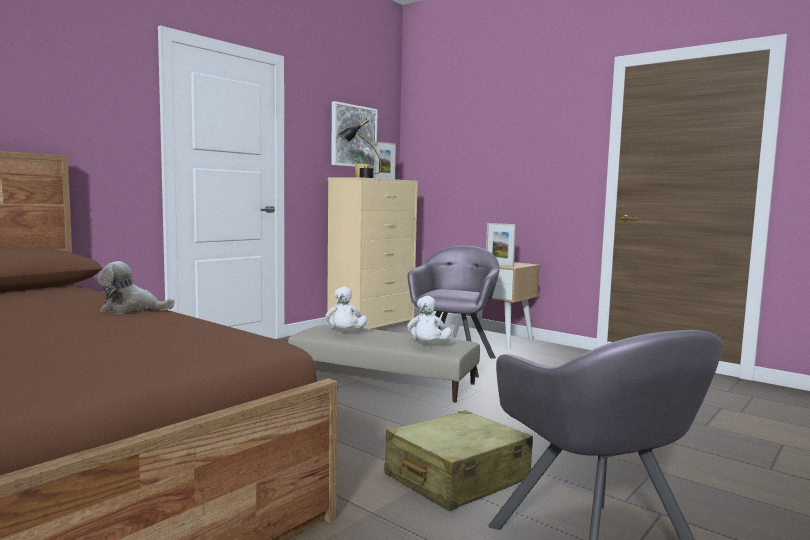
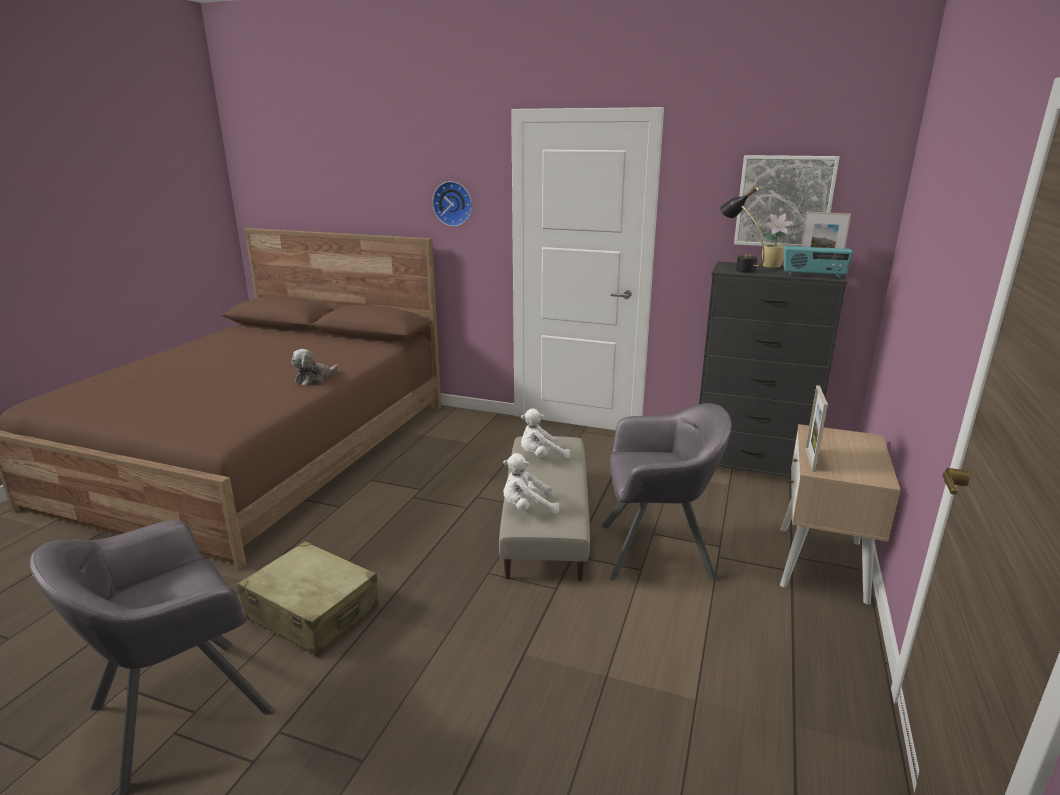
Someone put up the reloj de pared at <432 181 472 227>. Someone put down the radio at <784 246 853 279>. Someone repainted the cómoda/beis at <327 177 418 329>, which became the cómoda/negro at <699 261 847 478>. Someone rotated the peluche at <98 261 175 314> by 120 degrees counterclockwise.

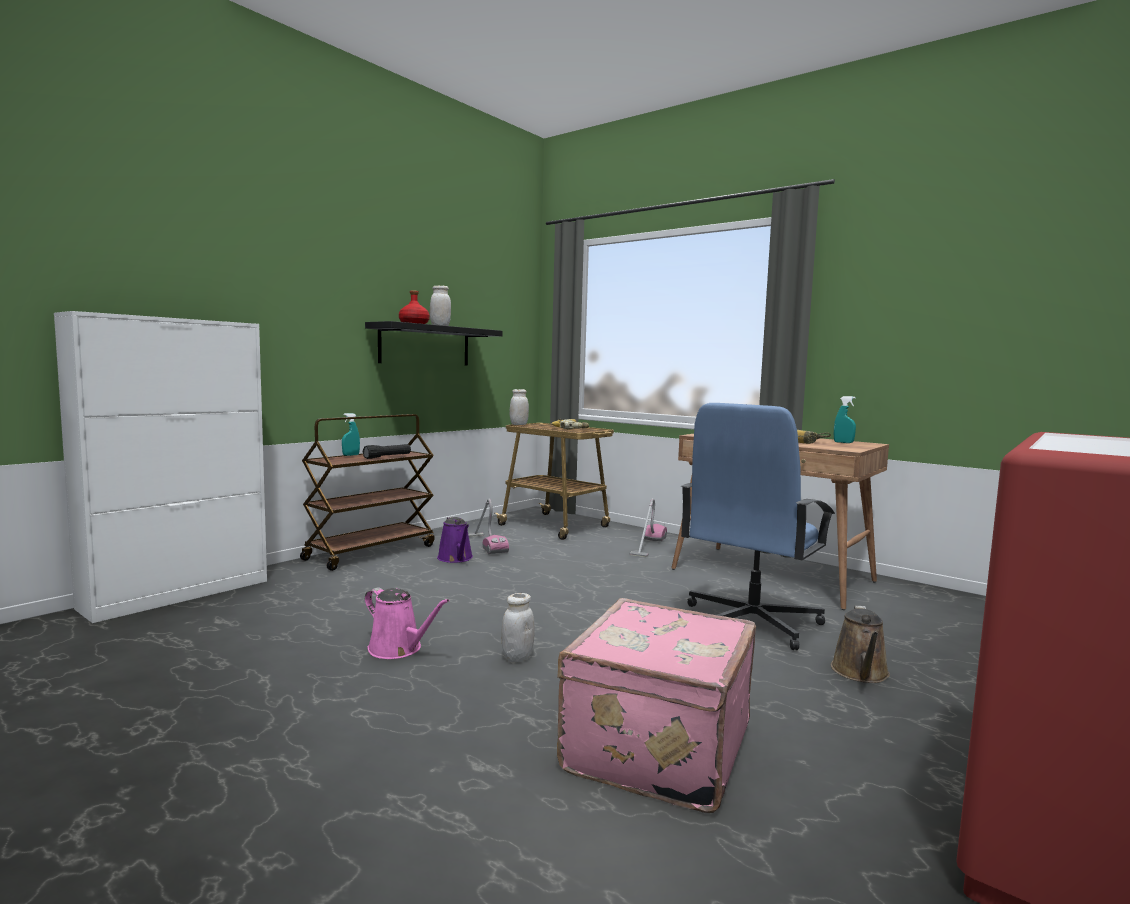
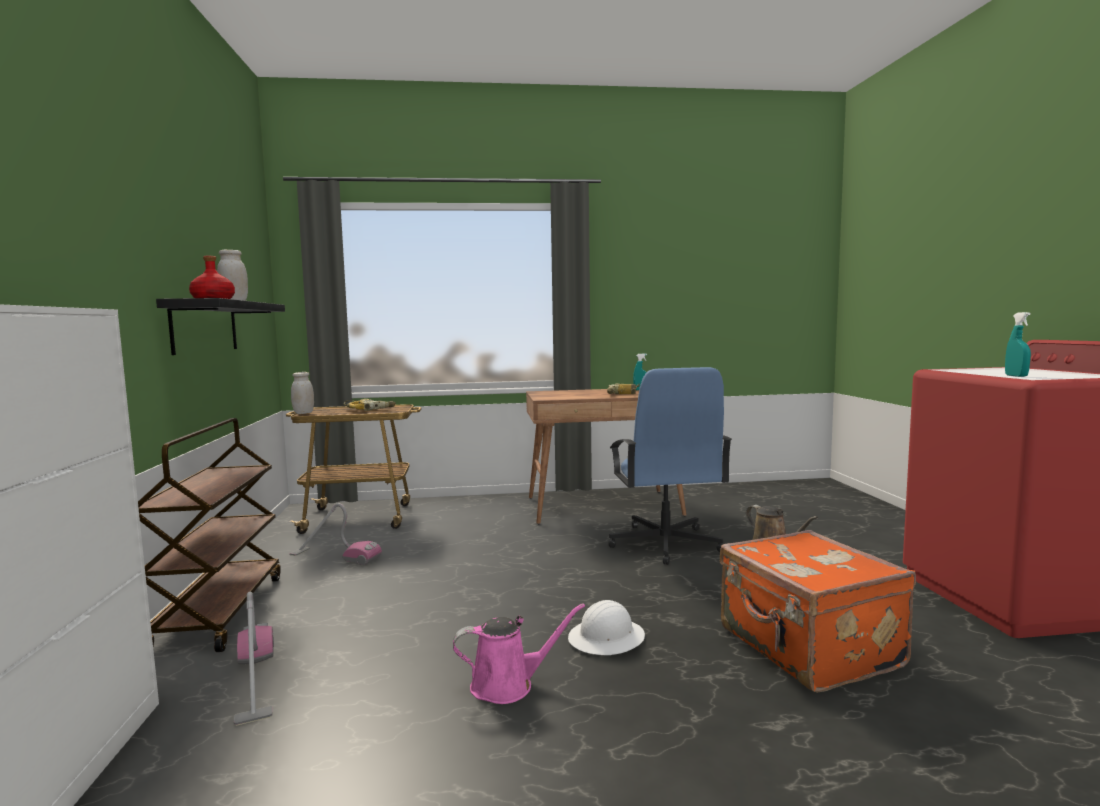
Someone took away the linterna/negro at <362 444 411 459>. Someone took away the regadera/morado at <437 517 473 563>. Someone carried the pulverizador/turquesa from <342 413 360 456> to <1005 312 1031 377>. Someone carried the aspiradora from <630 498 667 557> to <234 592 274 726>. Someone swapped the tarro/blanco at <501 593 535 662> for the casco/blanco at <568 600 645 655>. Someone repainted the maleta/rosa at <557 598 756 813>, which became the maleta/naranja at <720 530 916 693>.

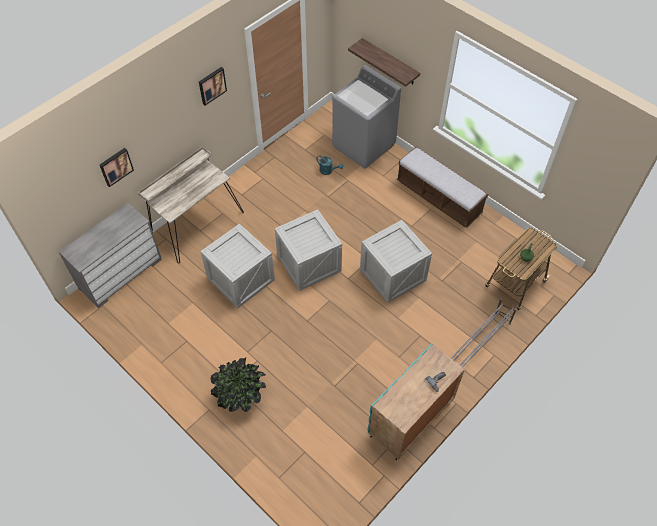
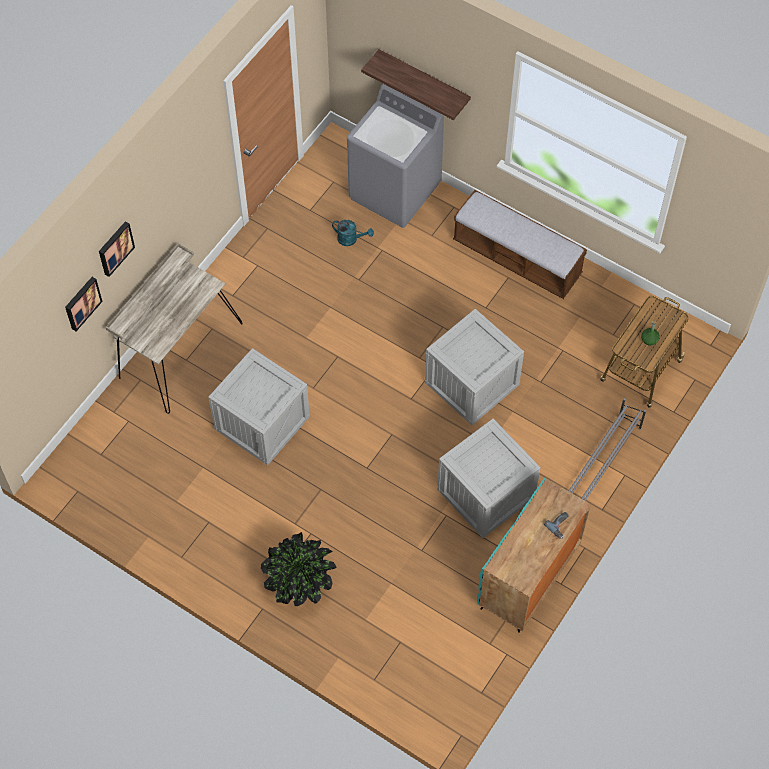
Someone took away the cómoda/gris at <59 203 162 309>. Someone carried the cuadro from <199 67 227 106> to <99 221 135 277>. Someone carried the caja de embalaje from <275 209 342 291> to <437 419 541 538>.

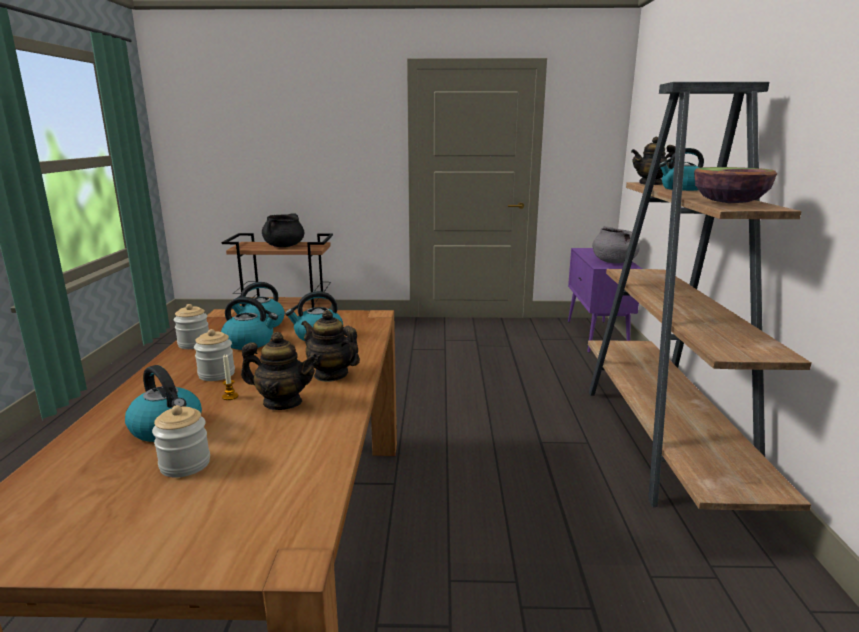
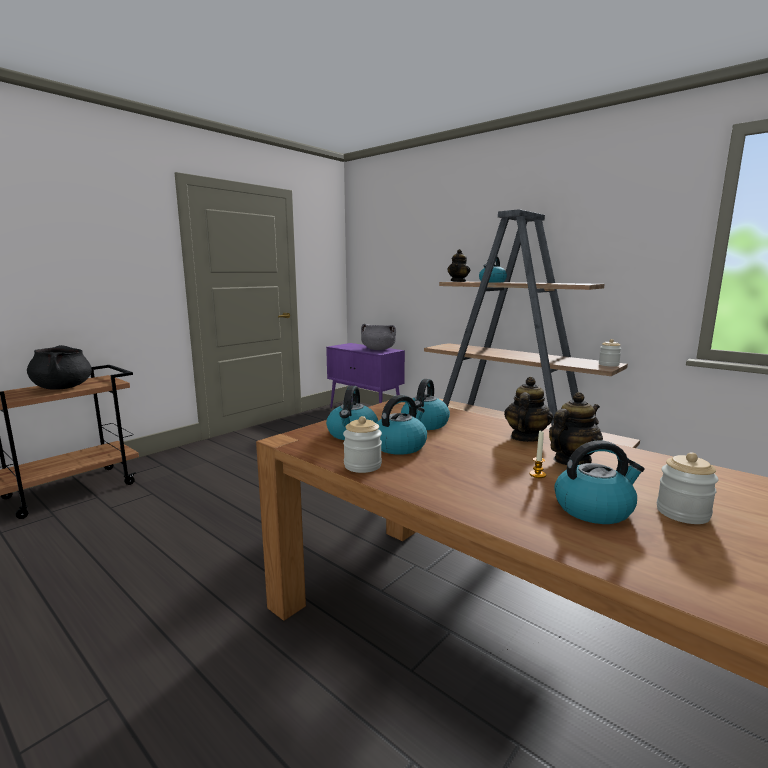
Someone took away the cuenco at <694 167 777 204>. Someone carried the tarro from <194 329 235 381> to <599 339 622 367>. Someone rotated the tetera at <301 310 360 382> by 135 degrees clockwise.

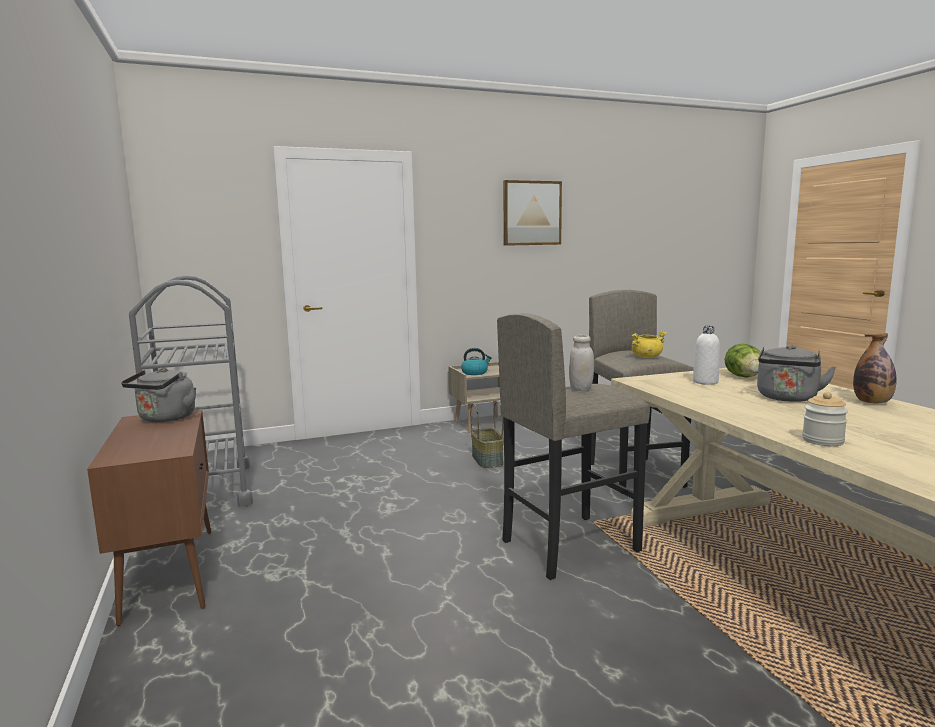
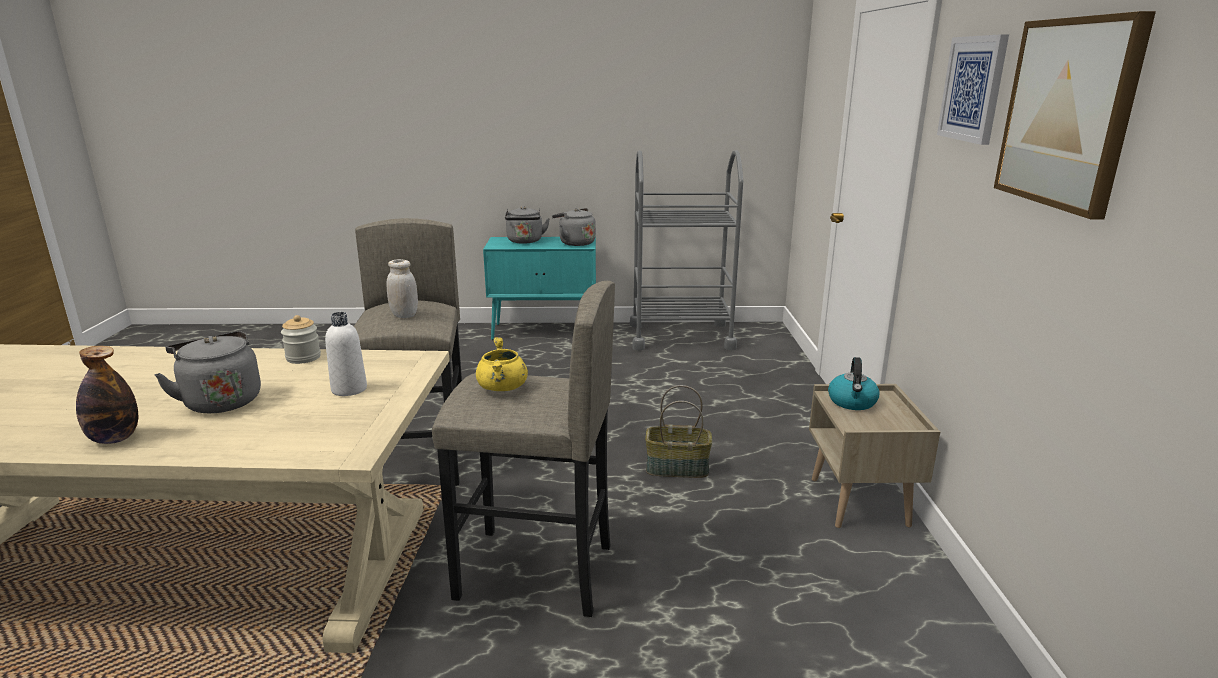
Someone took away the lechuga at <724 344 763 378>. Someone put down the hervidor/gris at <505 206 550 244>. Someone put up the cuadro at <937 34 1009 145>. Someone carried the tarro from <802 392 848 446> to <281 315 321 364>. Someone repainted the armario/marrón at <87 409 211 626>, which became the armario/turquesa at <483 237 596 340>.

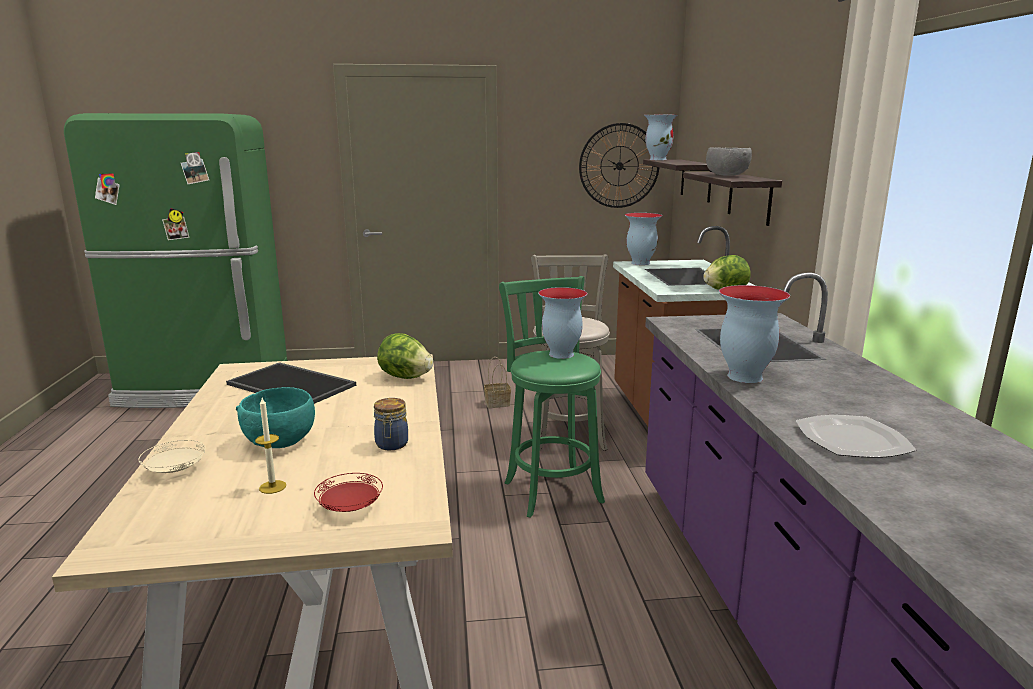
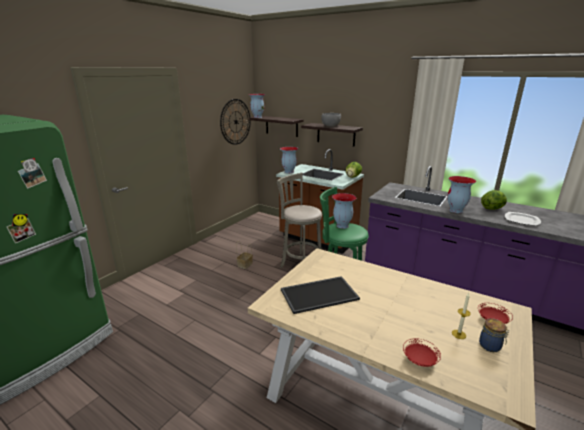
Someone took away the cuenco/turquesa at <236 387 315 448>. Someone carried the tarro from <374 398 408 451> to <479 318 509 352>. Someone carried the lechuga from <377 333 433 379> to <481 190 507 210>. Someone repainted the plato/beis at <138 440 205 473>, which became the plato/rojo at <403 338 441 367>.

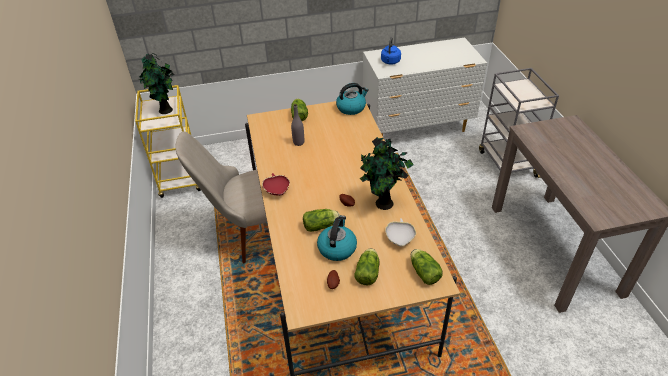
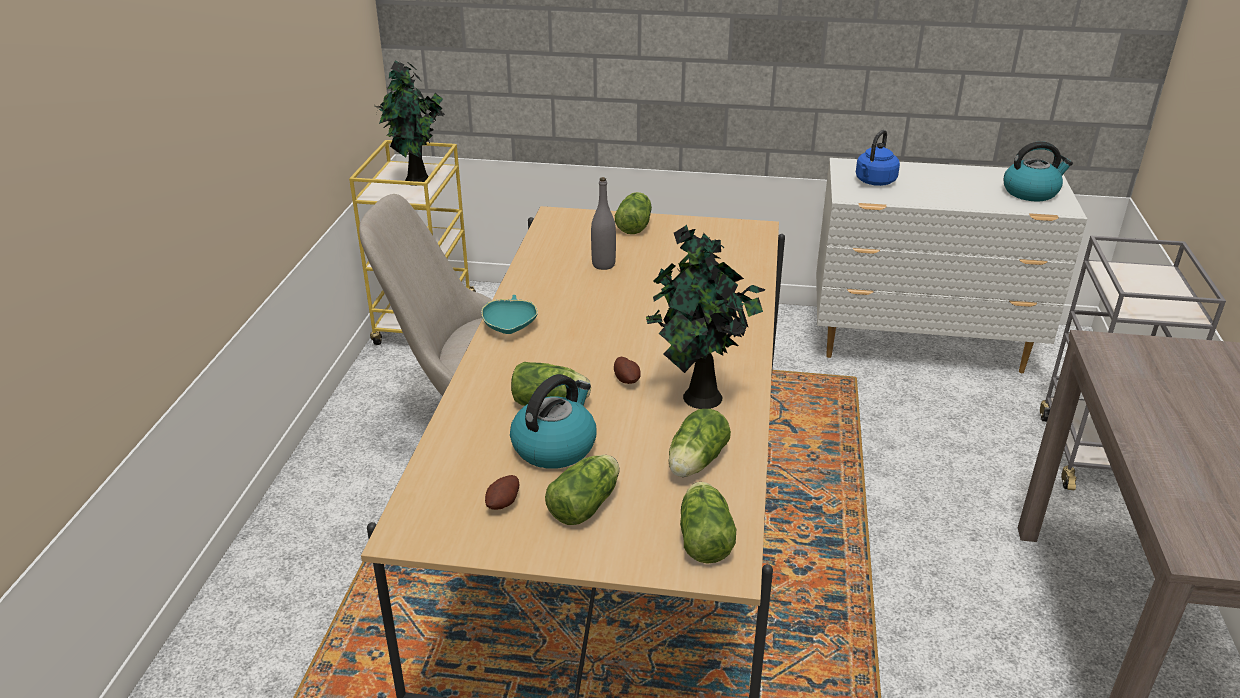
Someone carried the hervidor from <336 83 369 115> to <1004 141 1073 201>. Someone swapped the cuenco/blanco at <385 218 416 247> for the lechuga at <668 409 731 477>. Someone repainted the cuenco/rojo at <262 173 290 196>, which became the cuenco/turquesa at <481 295 538 334>.

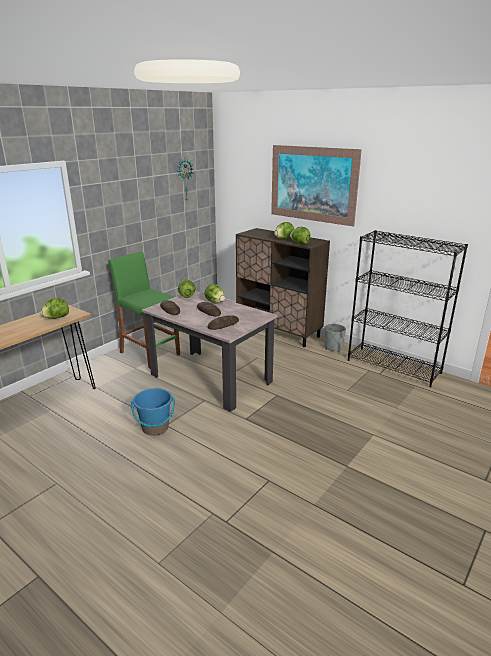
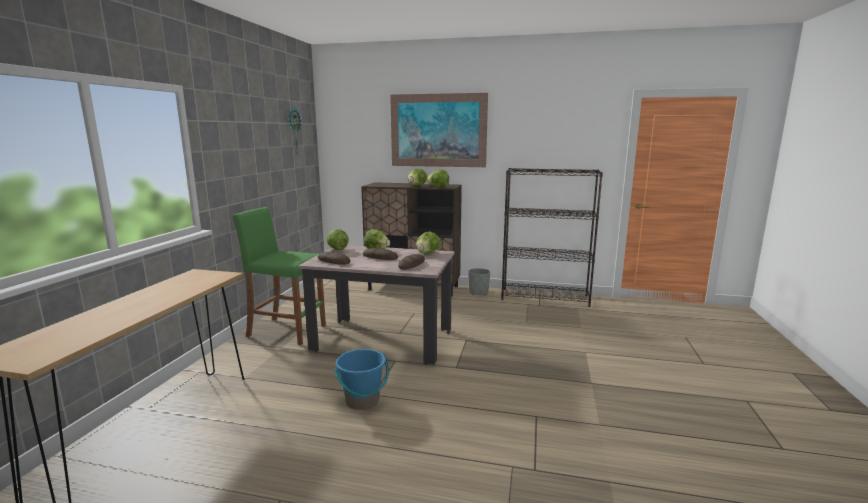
Someone carried the lechuga from <40 298 69 319> to <416 231 441 254>.

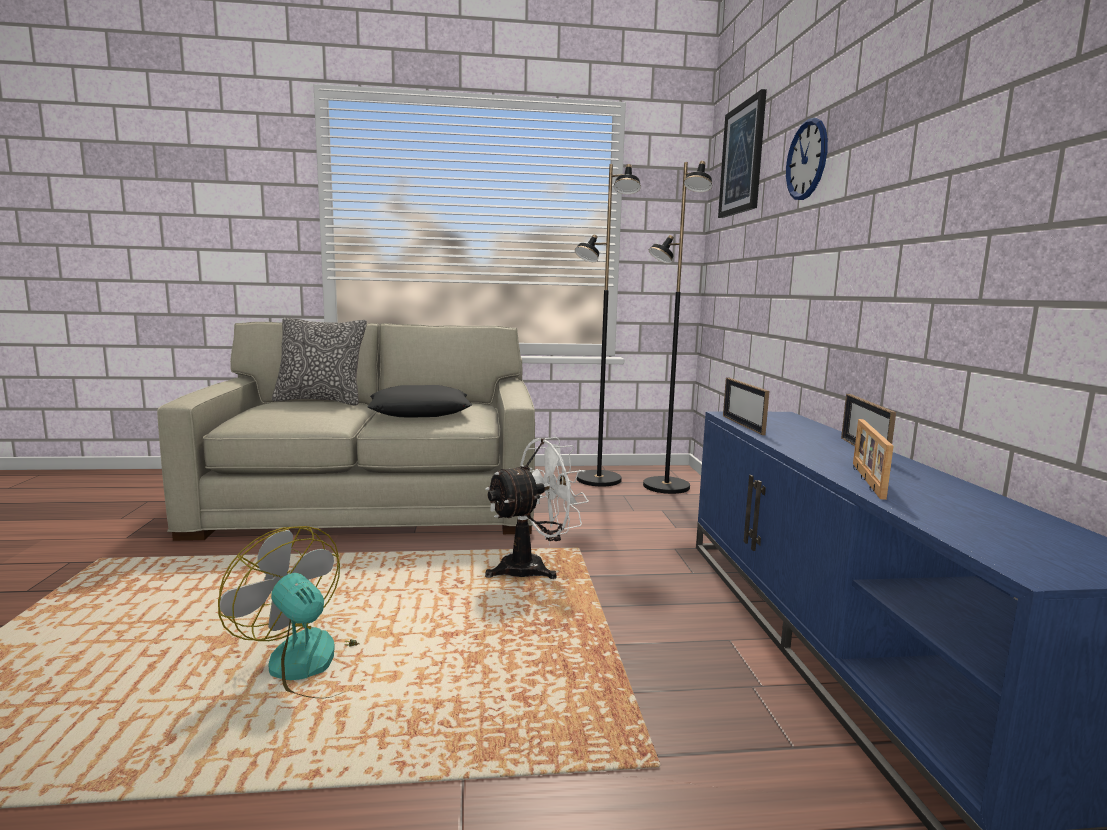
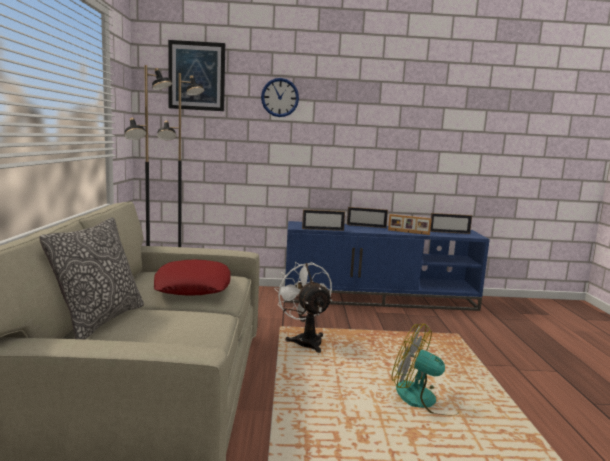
Someone put down the portarretratos at <430 213 472 234>. Someone repainted the cojín/negro at <367 385 472 418>, which became the cojín/rojo at <154 259 231 296>. Someone rotated the ventilador at <218 526 362 698> by 75 degrees clockwise.

